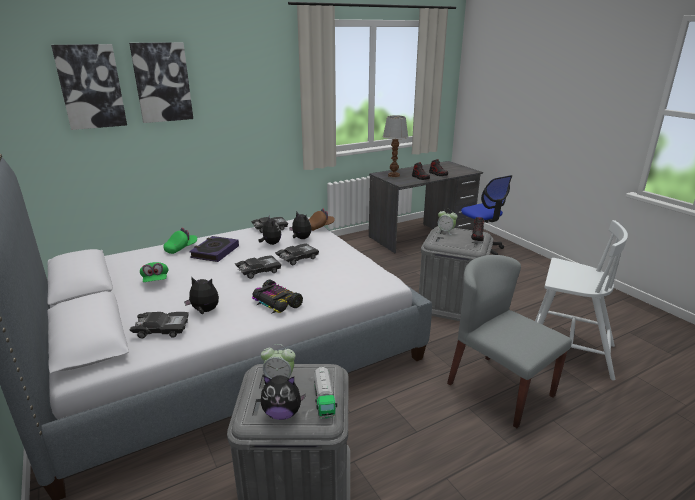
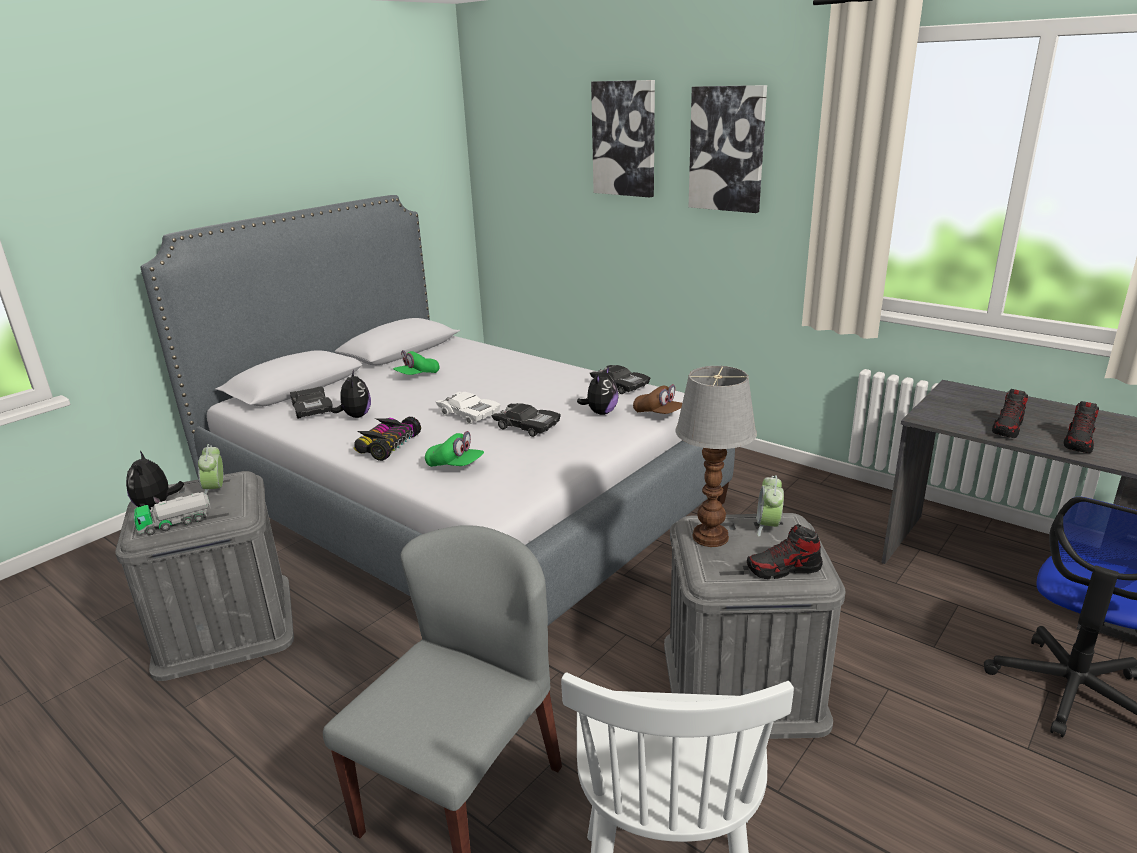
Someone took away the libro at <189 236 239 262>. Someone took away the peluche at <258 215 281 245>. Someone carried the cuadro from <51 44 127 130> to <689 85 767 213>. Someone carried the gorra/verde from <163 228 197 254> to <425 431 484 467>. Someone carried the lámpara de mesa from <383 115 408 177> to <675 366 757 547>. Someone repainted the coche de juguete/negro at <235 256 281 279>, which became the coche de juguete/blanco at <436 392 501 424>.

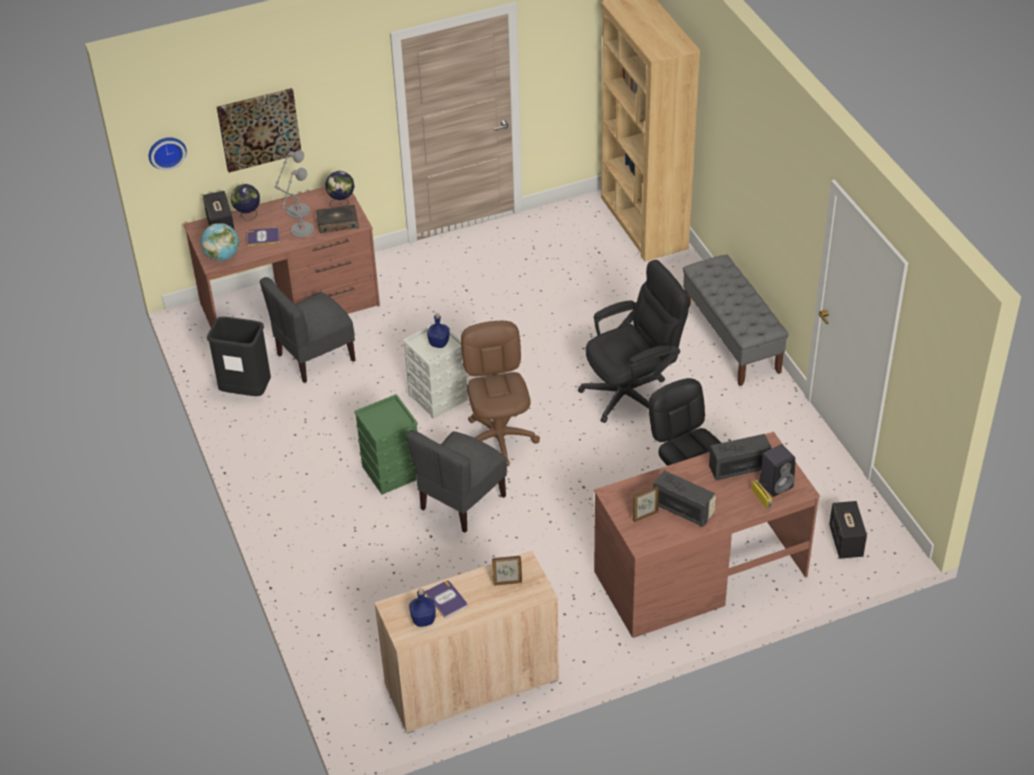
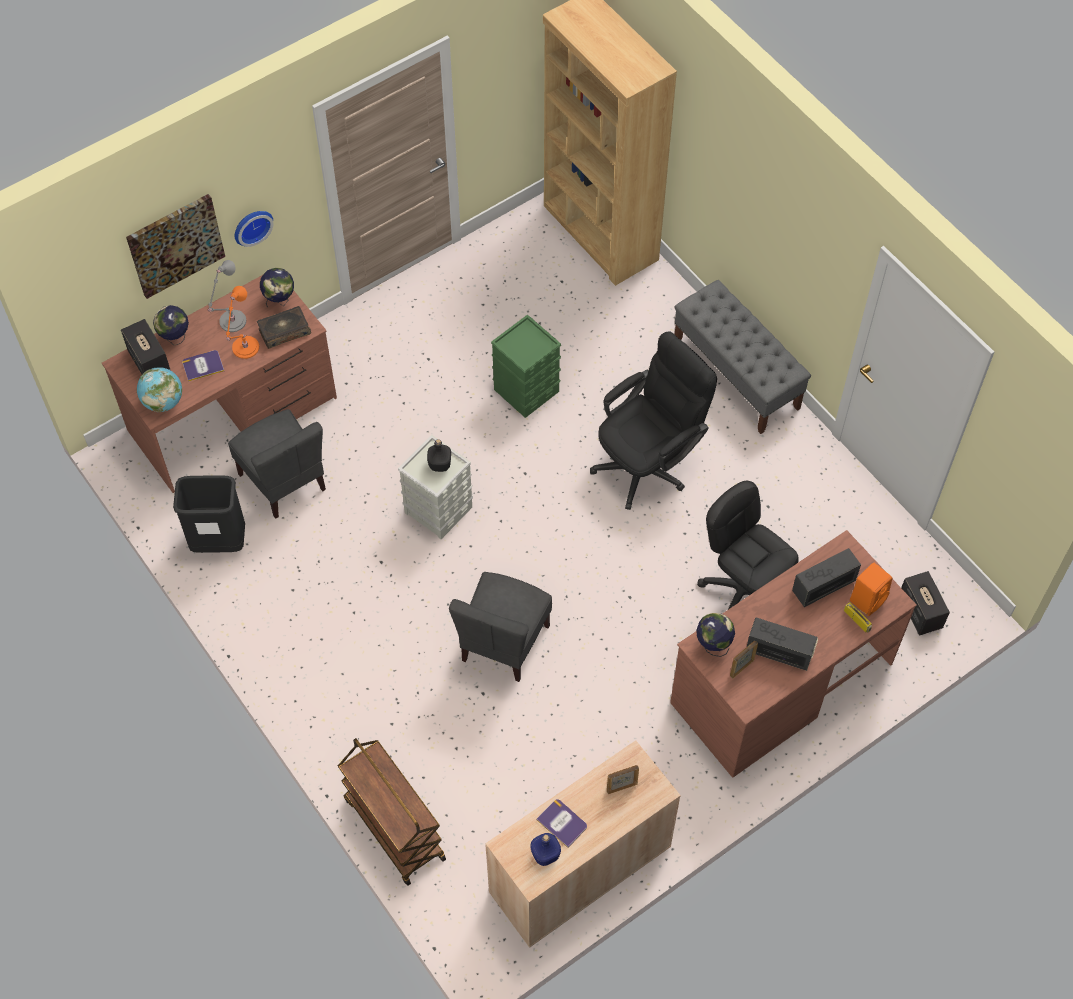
Someone took away the silla de oficina/marrón at <461 321 540 466>. Someone put down the carrito/marrón at <338 738 446 886>. Someone put down the globo terráqueo at <696 613 735 657>. Someone carried the reloj de pared from <149 137 187 170> to <235 211 274 247>. Someone carried the caja de almacenaje/verde from <354 394 418 495> to <491 314 561 418>. Someone repainted the lámpara de mesa/gris at <282 168 314 237>, which became the lámpara de mesa/naranja at <226 286 259 359>. Someone repainted the botella/azul at <427 313 450 348>, which became the botella/negro at <427 439 451 472>. Someone repainted the altavoz/negro at <759 444 795 497>, which became the altavoz/naranja at <850 563 892 616>. Someone rotated the silla/gris at <260 277 356 383> by 75 degrees counterclockwise.

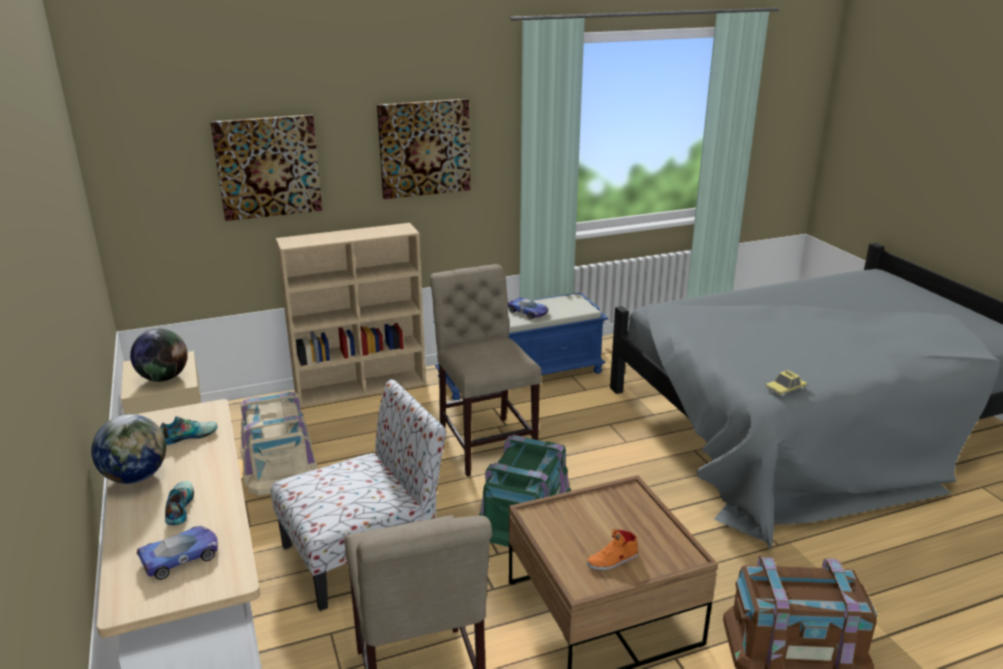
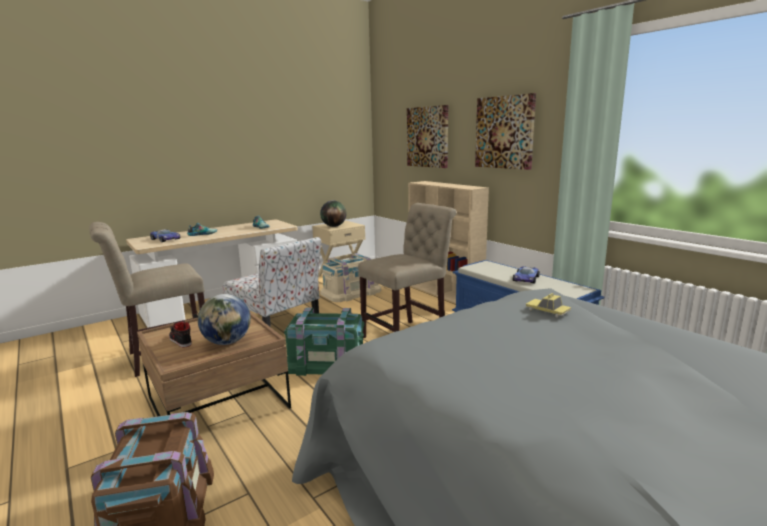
Someone carried the globo terráqueo from <92 414 166 484> to <198 294 251 345>. Someone carried the coche de juguete from <765 370 807 396> to <526 293 571 317>. Someone repainted the zapato/naranja at <587 529 638 571>, which became the zapato/negro at <169 321 192 348>.

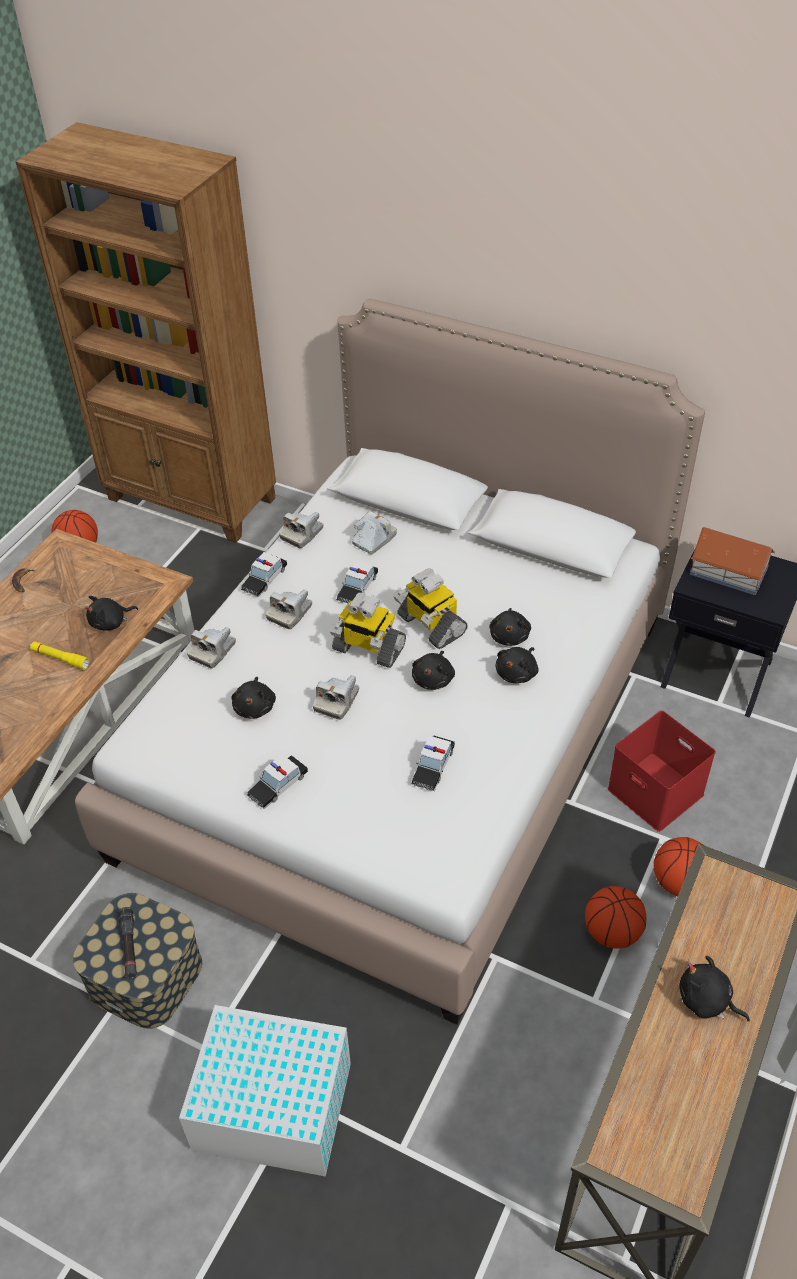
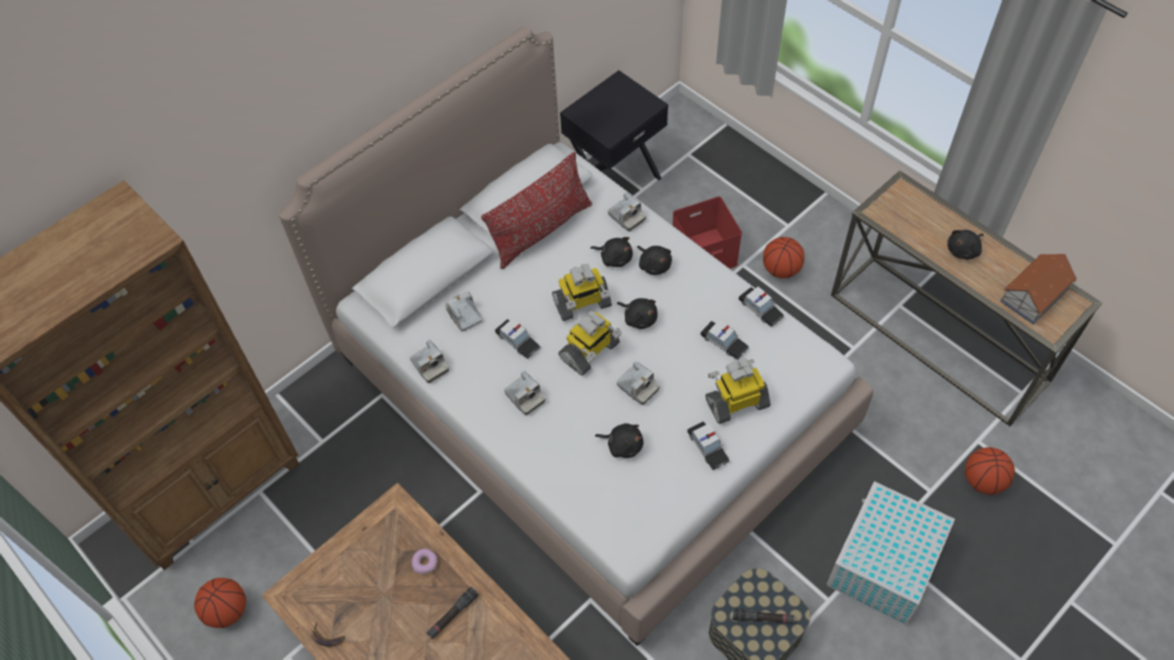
Someone put down the cojín/rojo at <481 152 592 269>. Someone put down the robot de juguete at <705 359 771 424>. Someone carried the cámara from <187 627 236 668> to <608 192 646 232>. Someone carried the coche de juguete from <241 552 287 597> to <739 287 784 327>. Someone carried the balón de baloncesto from <585 886 646 948> to <965 447 1015 495>. Someone carried the casita from <690 527 775 595> to <1000 254 1077 324>. Someone swapped the peluche/negro at <85 596 138 631> for the rosquilla at <412 549 437 574>. Someone repainted the linterna/amarillo at <30 641 89 670>, which became the linterna/negro at <426 587 479 639>.

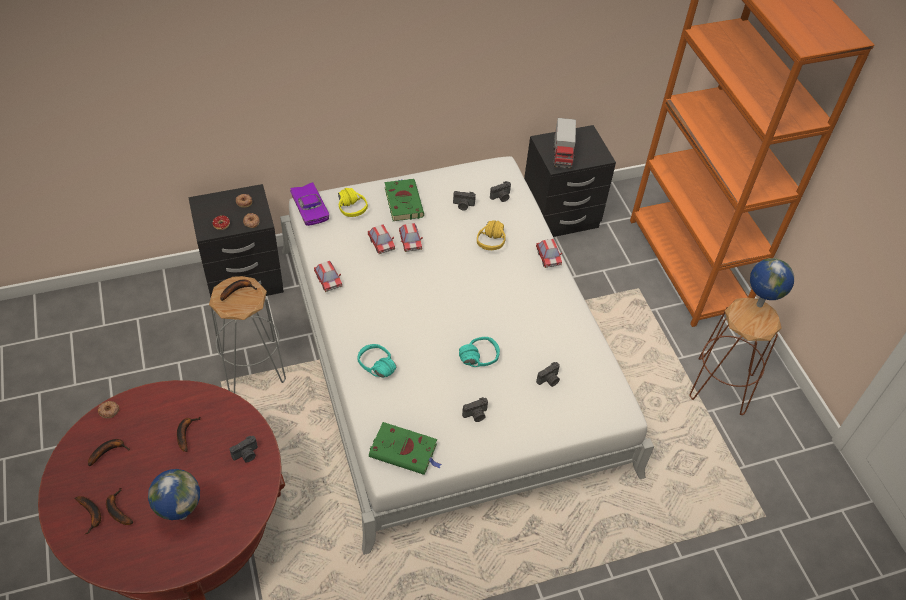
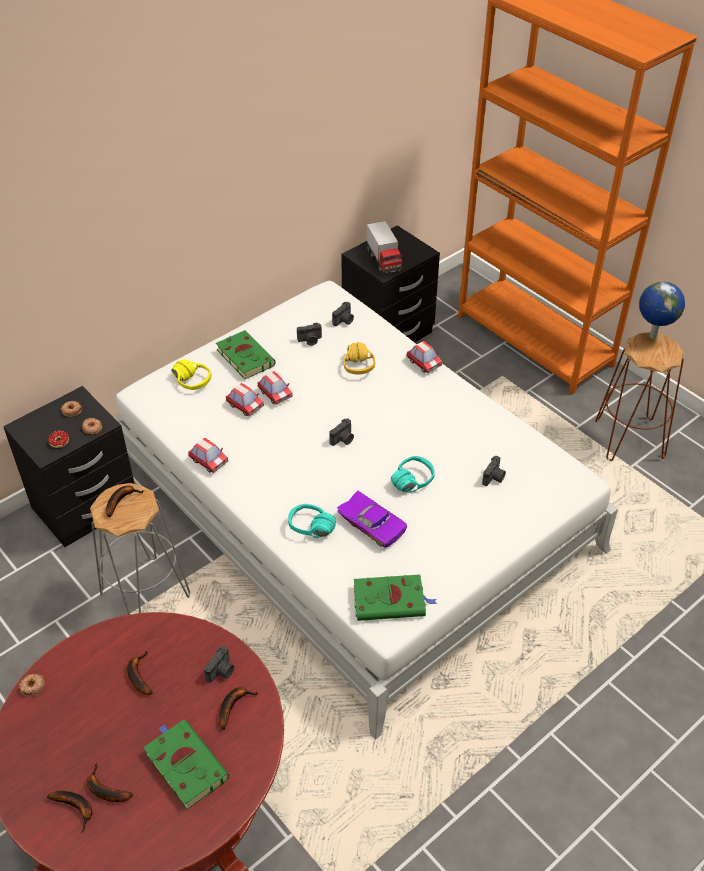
Someone carried the plátano from <88 439 130 466> to <219 687 258 730>. Someone carried the coche de juguete/morado from <290 182 329 226> to <337 491 407 548>. Someone carried the cámara from <462 397 488 422> to <329 418 354 446>. Someone swapped the globo terráqueo at <148 469 200 520> for the libro/verde at <143 720 229 809>.

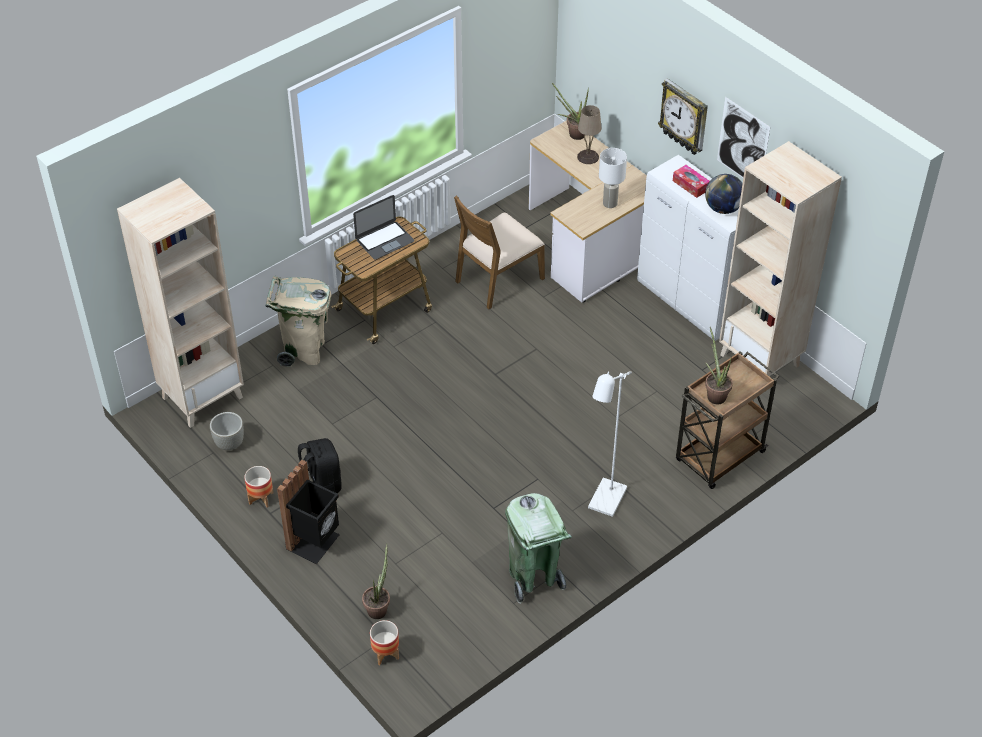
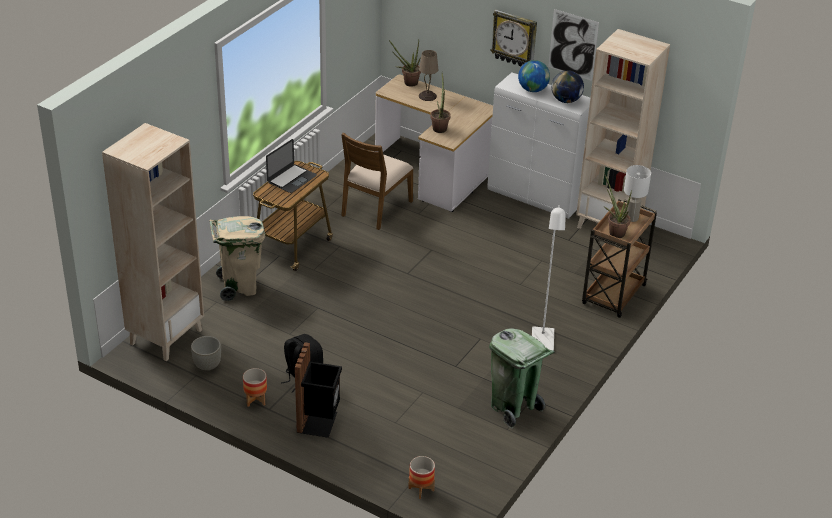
Someone carried the planta en maceta from <362 543 390 619> to <430 73 450 133>. Someone carried the lámpara de mesa/blanco from <599 148 627 208> to <624 165 651 222>. Someone swapped the caja de pañuelos at <673 165 710 198> for the globo terráqueo at <518 60 550 92>.

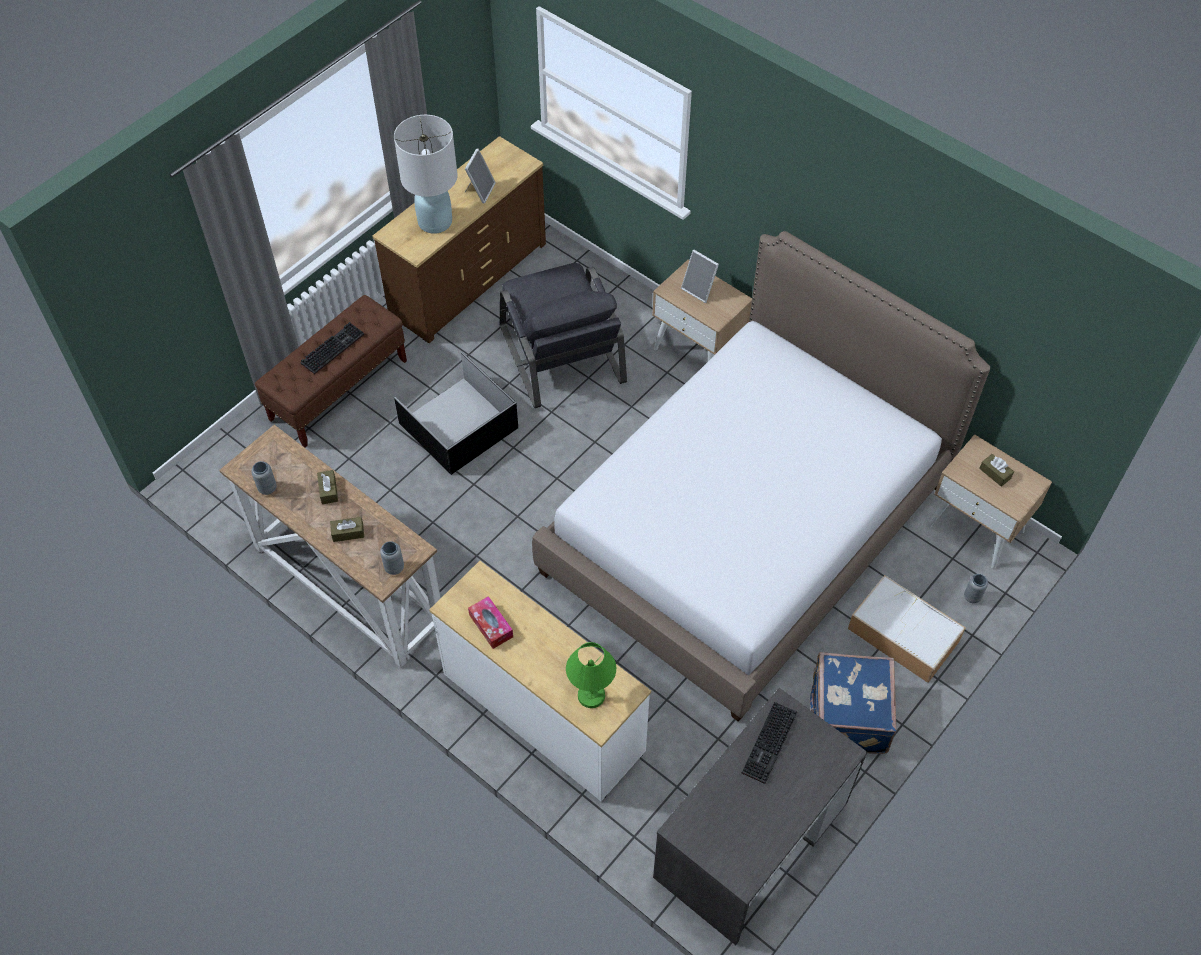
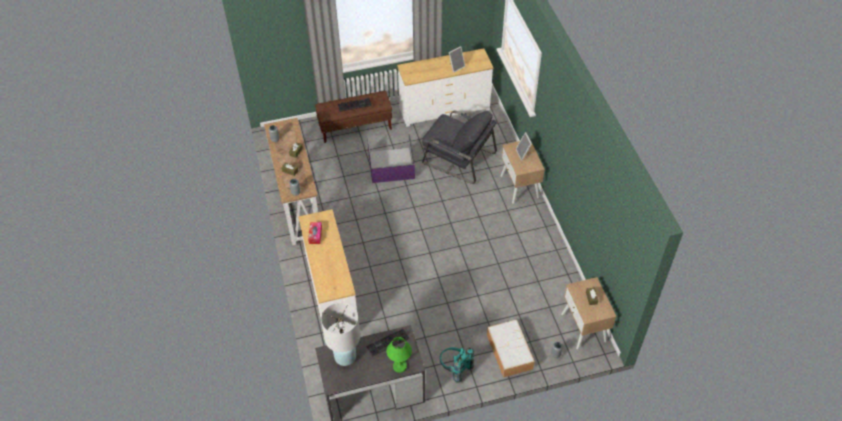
Someone took away the cama at <532 231 990 722>. Someone carried the lámpara de mesa/blanco from <394 115 458 234> to <321 302 360 366>. Someone carried the lámpara de mesa/verde from <566 642 617 708> to <386 337 412 373>. Someone swapped the maleta/azul at <810 652 897 754> for the mochila/turquesa at <440 347 474 383>. Someone repainted the cómoda/marrón at <372 136 546 343>, which became the cómoda/blanco at <397 48 493 127>. Someone repainted the caja de almacenaje/negro at <394 352 518 475>, which became the caja de almacenaje/morado at <367 134 415 183>. Someone rotated the sillón/gris at <500 263 627 408> by 75 degrees counterclockwise.

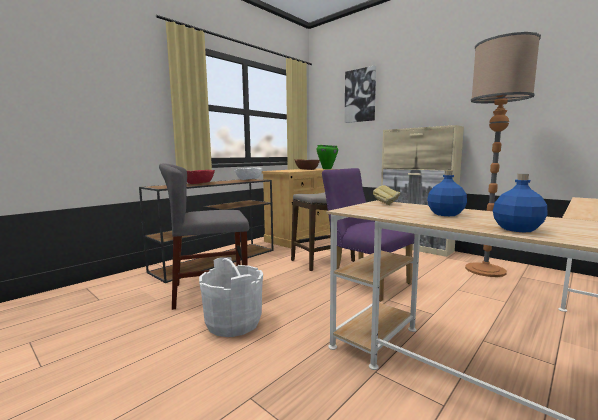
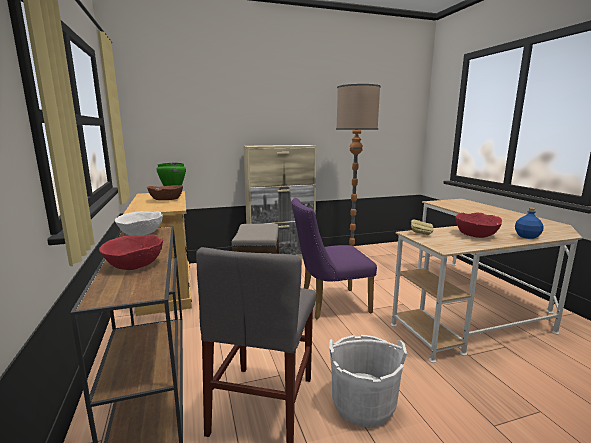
Someone took away the cuadro at <344 65 376 123>. Someone swapped the botella/azul at <427 170 467 216> for the cuenco/rojo at <455 213 502 238>.

